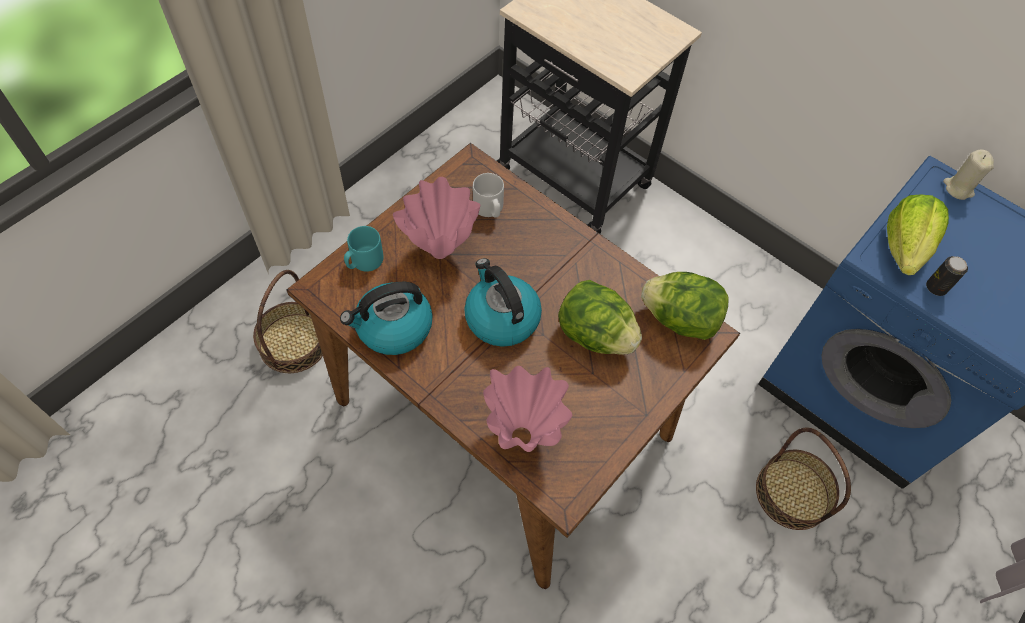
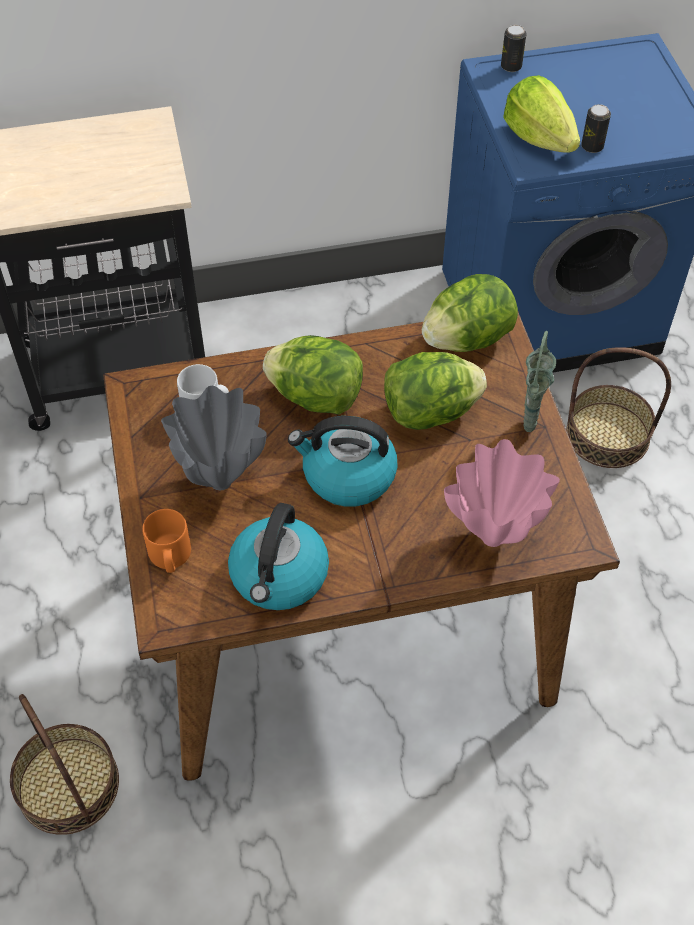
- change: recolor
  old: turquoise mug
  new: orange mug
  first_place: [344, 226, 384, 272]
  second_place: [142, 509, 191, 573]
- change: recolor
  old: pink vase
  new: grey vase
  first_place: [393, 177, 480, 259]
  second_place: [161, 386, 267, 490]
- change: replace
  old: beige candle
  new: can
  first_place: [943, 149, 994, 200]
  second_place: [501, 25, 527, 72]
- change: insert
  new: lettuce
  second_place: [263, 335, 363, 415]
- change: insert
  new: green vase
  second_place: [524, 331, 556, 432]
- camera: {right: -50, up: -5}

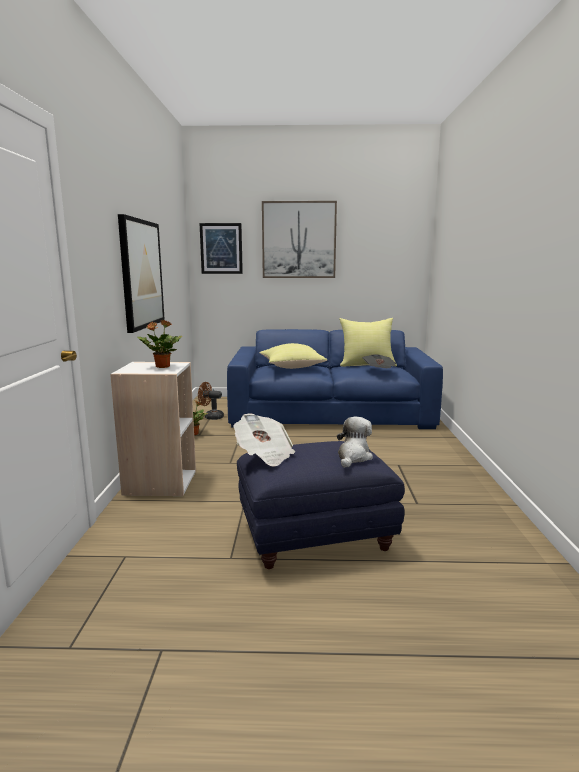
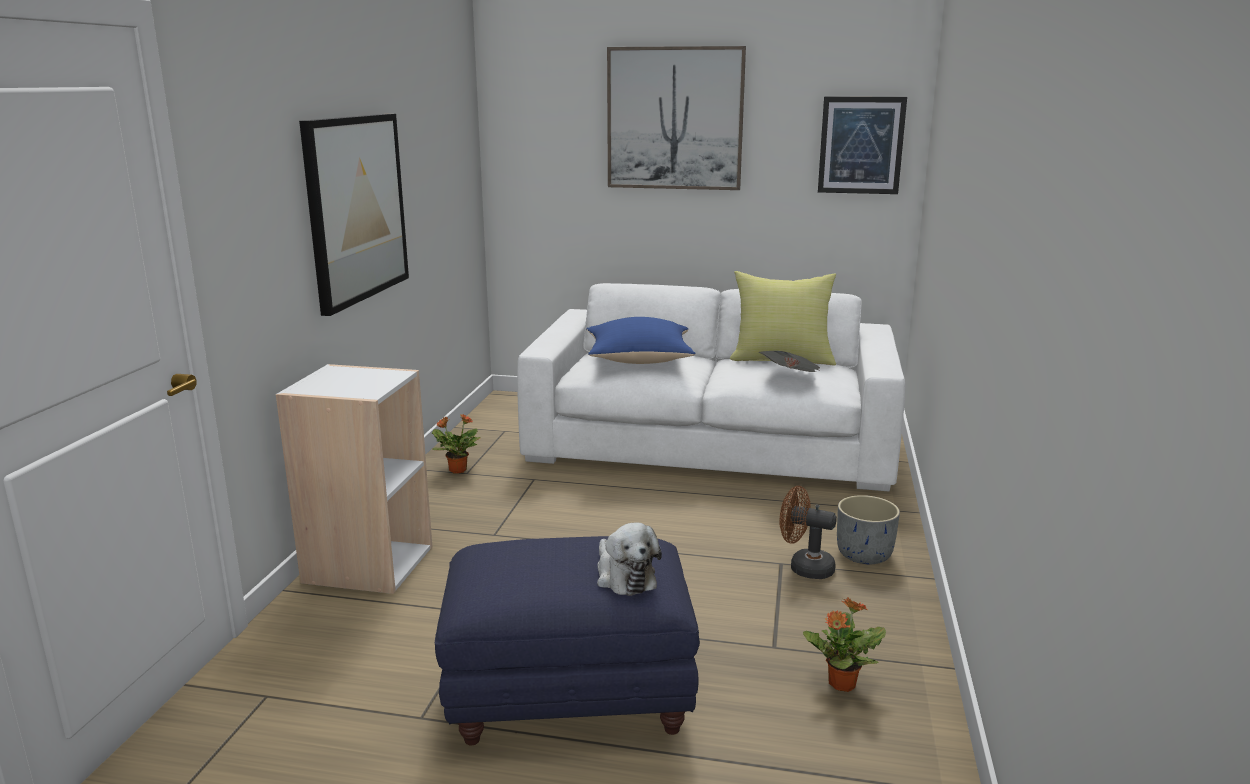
- change: move
  old: potted plant
  first_place: [138, 320, 182, 368]
  second_place: [803, 598, 886, 692]
- change: move
  old: brown fan
  first_place: [198, 382, 224, 420]
  second_place: [779, 486, 837, 579]
- change: move
  old: picture
  first_place: [200, 223, 243, 274]
  second_place: [818, 96, 907, 194]
- change: recolor
  old: blue sofa
  new: white sofa
  first_place: [227, 329, 443, 429]
  second_place: [517, 283, 905, 491]
- change: delete
  old: newspaper
  first_place: [233, 413, 295, 467]
- change: recolor
  old: yellow pillow
  new: blue pillow
  first_place: [259, 343, 328, 369]
  second_place: [586, 317, 696, 364]
- change: rotate
  old: plush toy
  first_place: [337, 417, 373, 468]
  second_place: [597, 523, 662, 596]
  degrees: 120
- change: insert
  new: grey planter
  second_place: [837, 495, 900, 564]
- camera: {right: 10, up: 5}

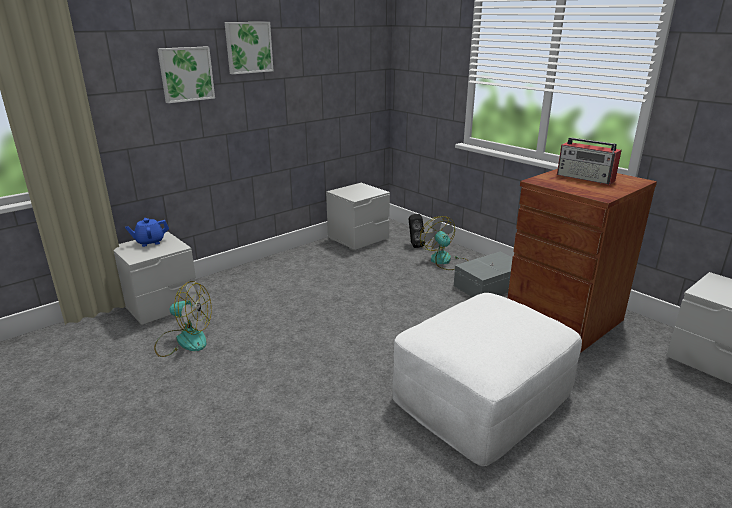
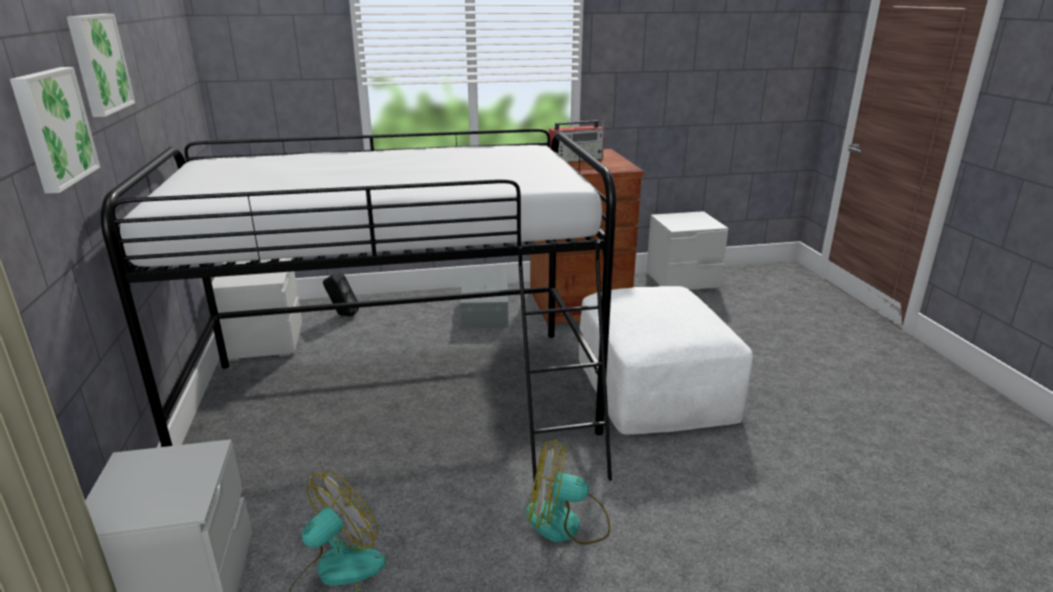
- change: delete
  old: blue teapot
  first_place: [125, 218, 169, 247]
- change: move
  old: fan
  first_place: [420, 216, 468, 270]
  second_place: [526, 439, 610, 544]
- change: insert
  new: black bed
  second_place: [101, 129, 616, 491]
- camera: {right: -60, up: 0}

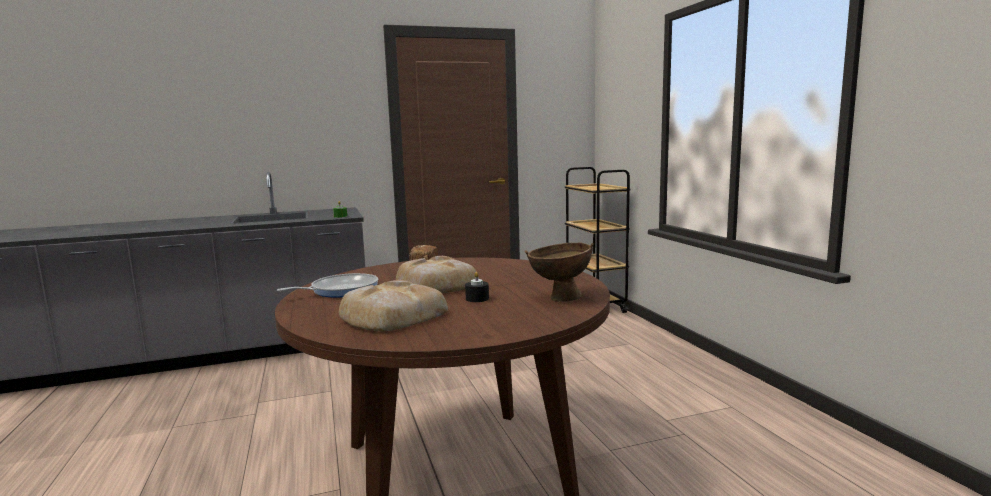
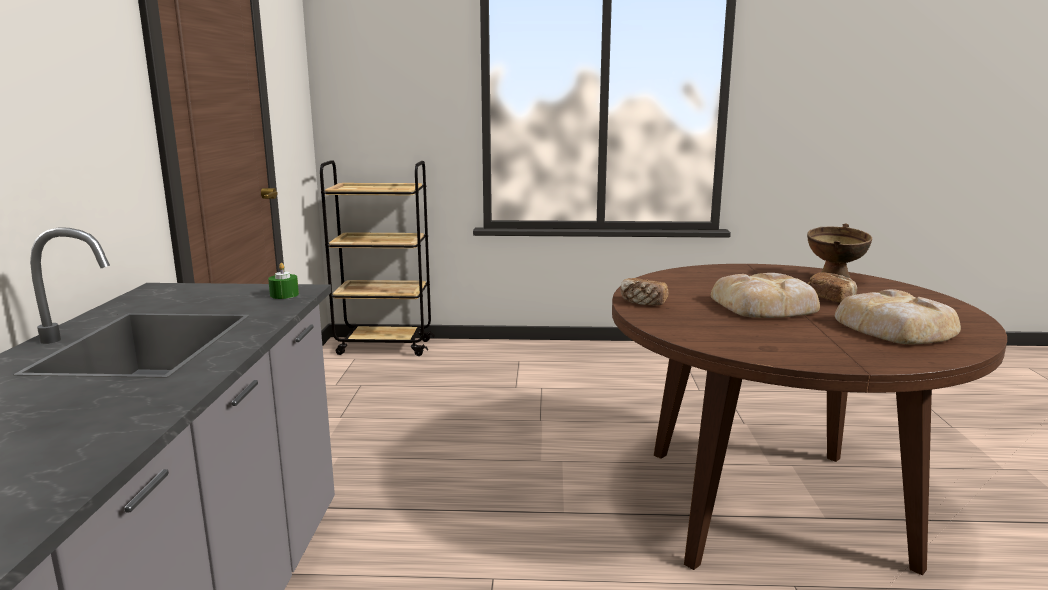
- change: delete
  old: frying pan
  first_place: [277, 273, 378, 298]
- change: replace
  old: black candle
  new: bread
  first_place: [465, 272, 489, 302]
  second_place: [808, 272, 857, 303]
- camera: {right: -70, up: 5}

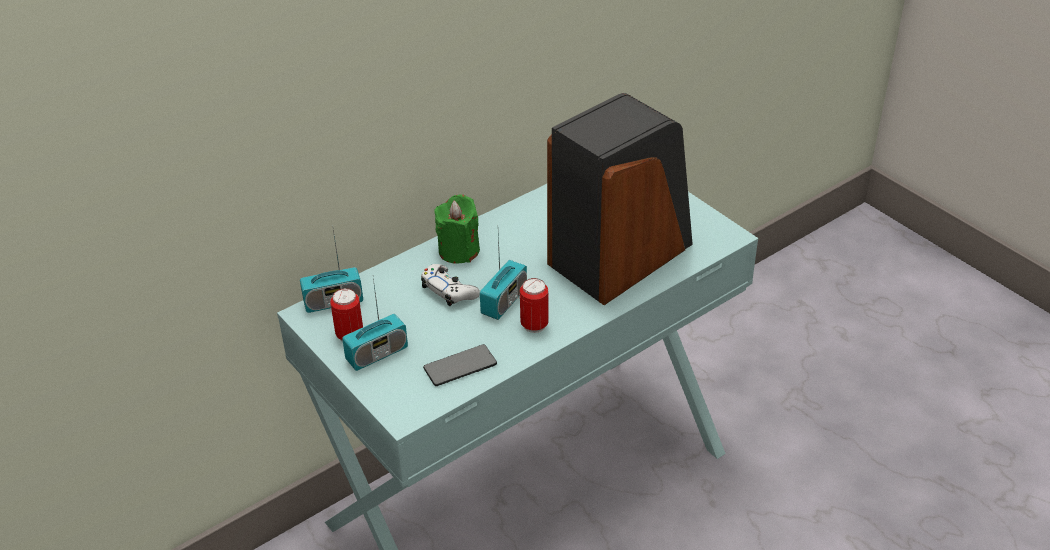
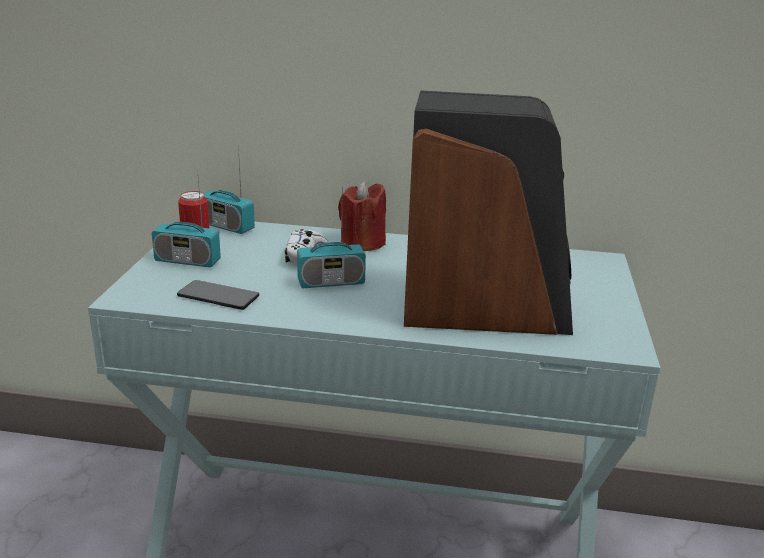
- change: recolor
  old: green candle
  new: red candle
  first_place: [434, 195, 480, 264]
  second_place: [338, 181, 386, 251]
- change: delete
  old: can
  first_place: [520, 278, 549, 333]
- camera: {right: 45, up: -15}

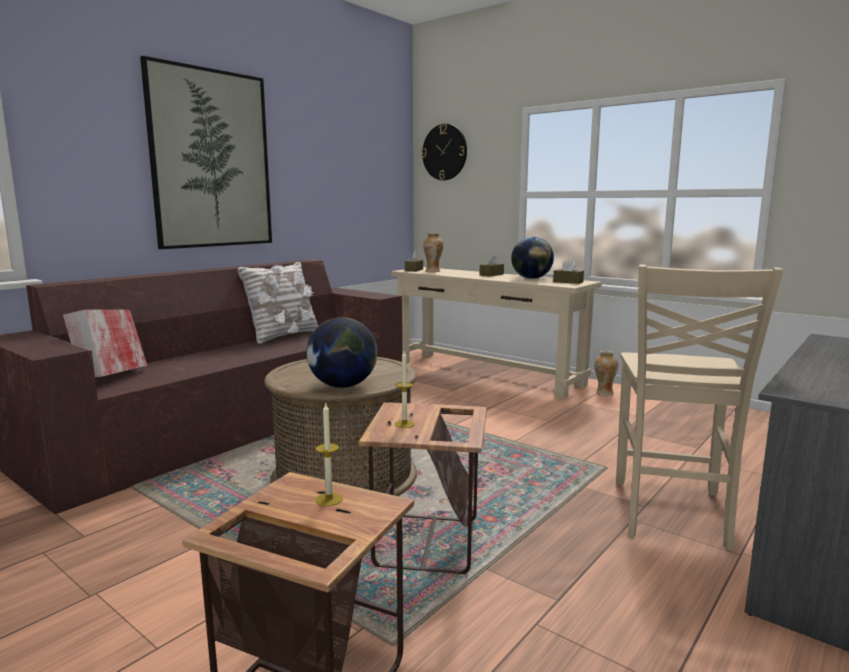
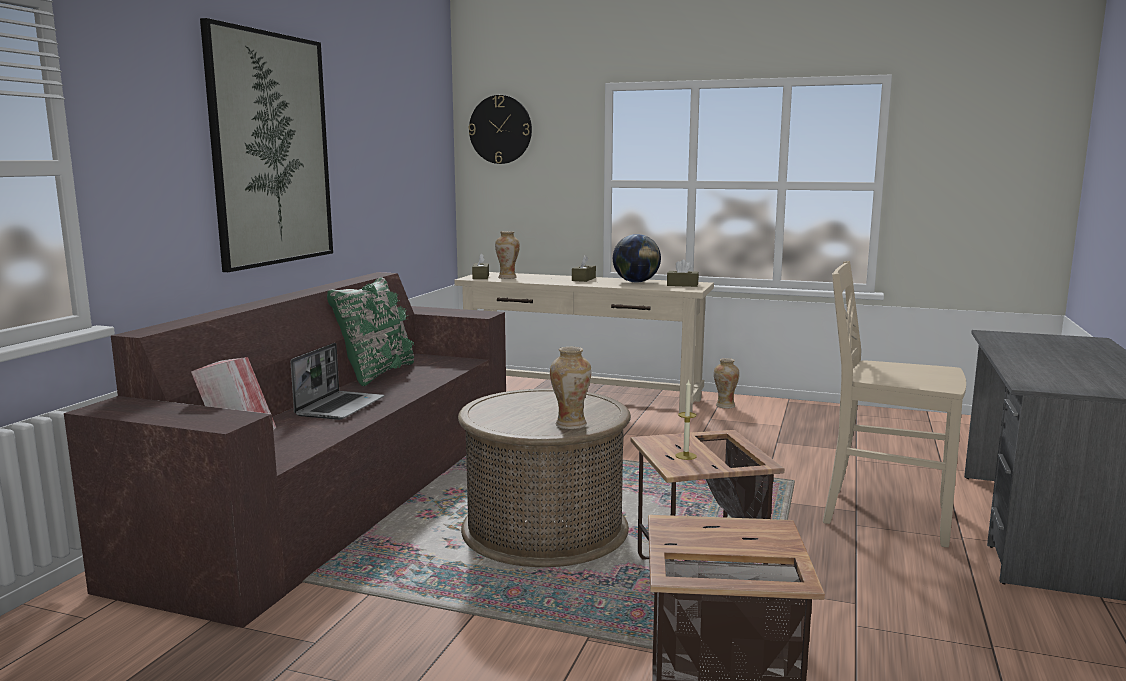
- change: recolor
  old: white pillow
  new: green pillow
  first_place: [238, 262, 318, 344]
  second_place: [327, 277, 414, 386]
- change: replace
  old: globe
  new: vase
  first_place: [306, 317, 377, 388]
  second_place: [550, 347, 592, 429]
- change: delete
  old: candle
  first_place: [316, 403, 343, 506]
- change: rotate
  old: beige chair
  first_place: [616, 265, 783, 551]
  second_place: [823, 261, 966, 548]
  degrees: 120
- change: insert
  new: laptop
  second_place: [291, 343, 384, 420]
- camera: {right: -20, up: 0}

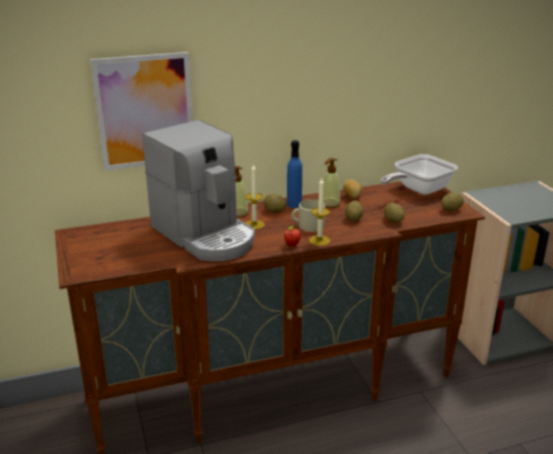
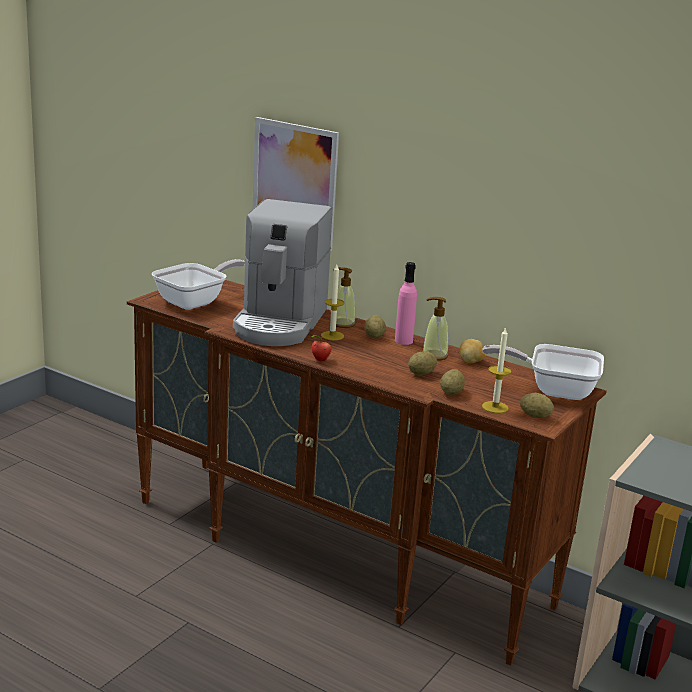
- change: recolor
  old: blue bottle
  new: pink bottle
  first_place: [287, 140, 302, 208]
  second_place: [395, 262, 417, 345]
- change: delete
  old: beige mug
  first_place: [291, 199, 325, 232]
- change: move
  old: candle
  first_place: [309, 178, 330, 246]
  second_place: [482, 327, 512, 413]
- change: insert
  new: frying pan
  second_place: [152, 259, 245, 310]
- camera: {right: 50, up: -5}

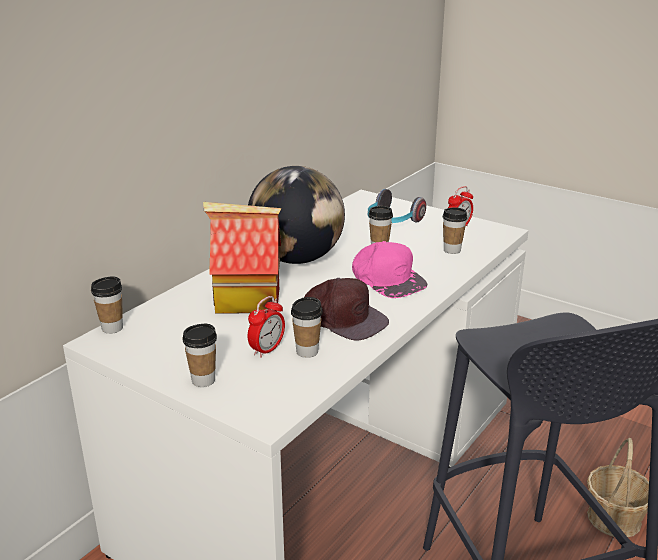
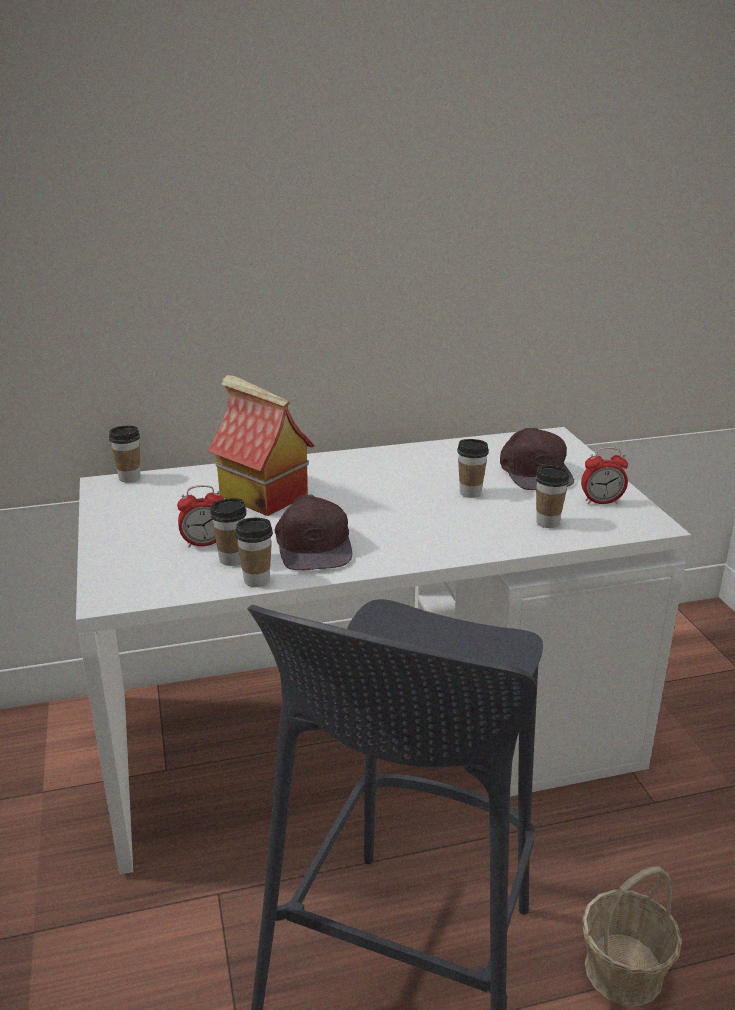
- change: move
  old: cup
  first_place: [182, 324, 217, 387]
  second_place: [235, 518, 273, 587]
- change: delete
  old: globe
  first_place: [248, 166, 345, 264]
- change: delete
  old: pink cap
  first_place: [352, 241, 428, 298]
- change: replace
  old: headphones
  new: brown cap
  first_place: [368, 189, 426, 223]
  second_place: [500, 427, 574, 490]
- camera: {right: 40, up: 0}

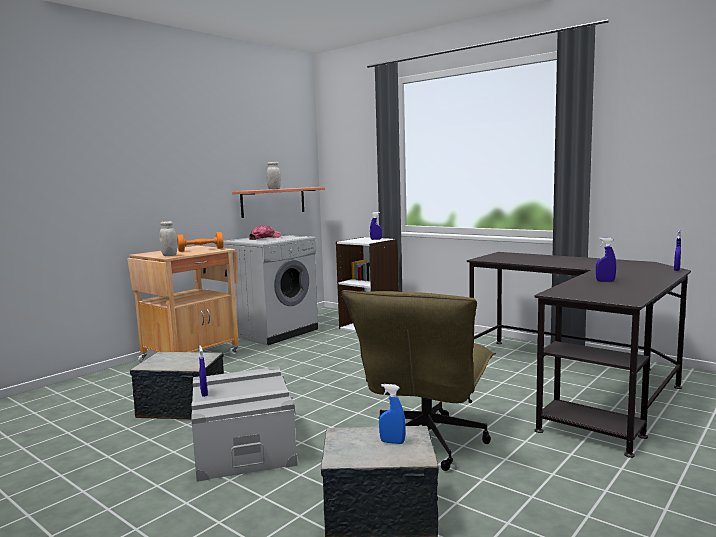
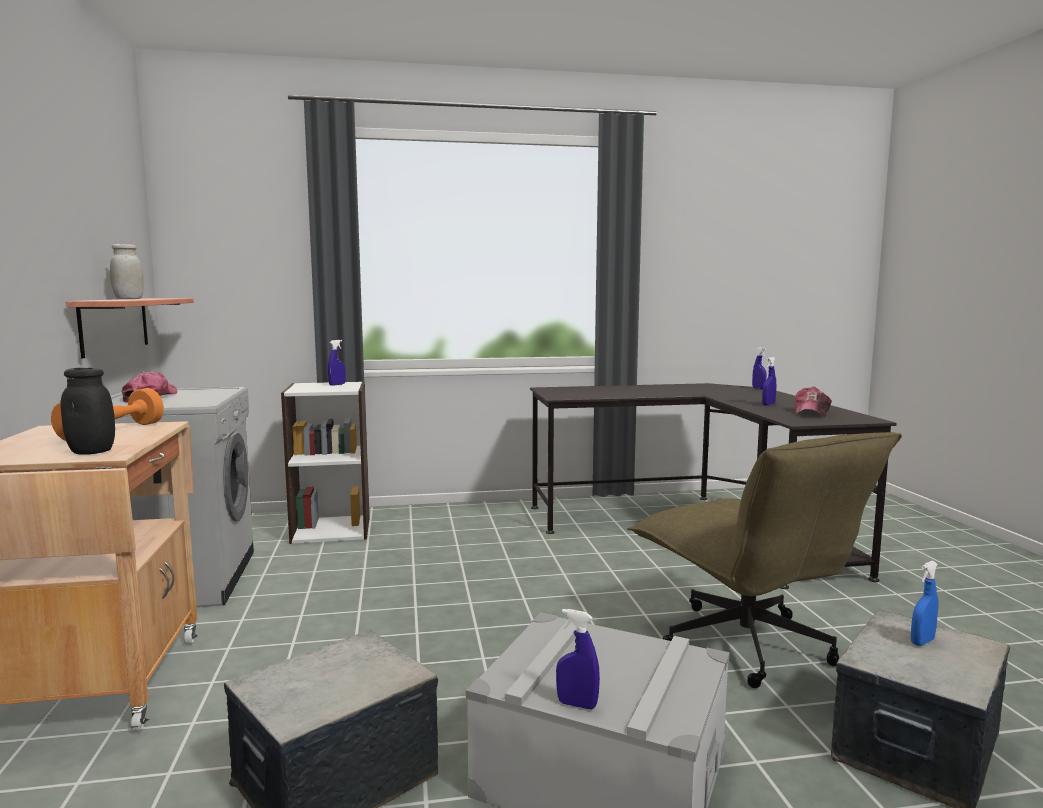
- change: recolor
  old: white jar
  new: black jar
  first_place: [159, 221, 178, 256]
  second_place: [61, 368, 115, 455]
- change: insert
  new: cap
  second_place: [795, 387, 832, 417]
- camera: {right: -50, up: 0}

